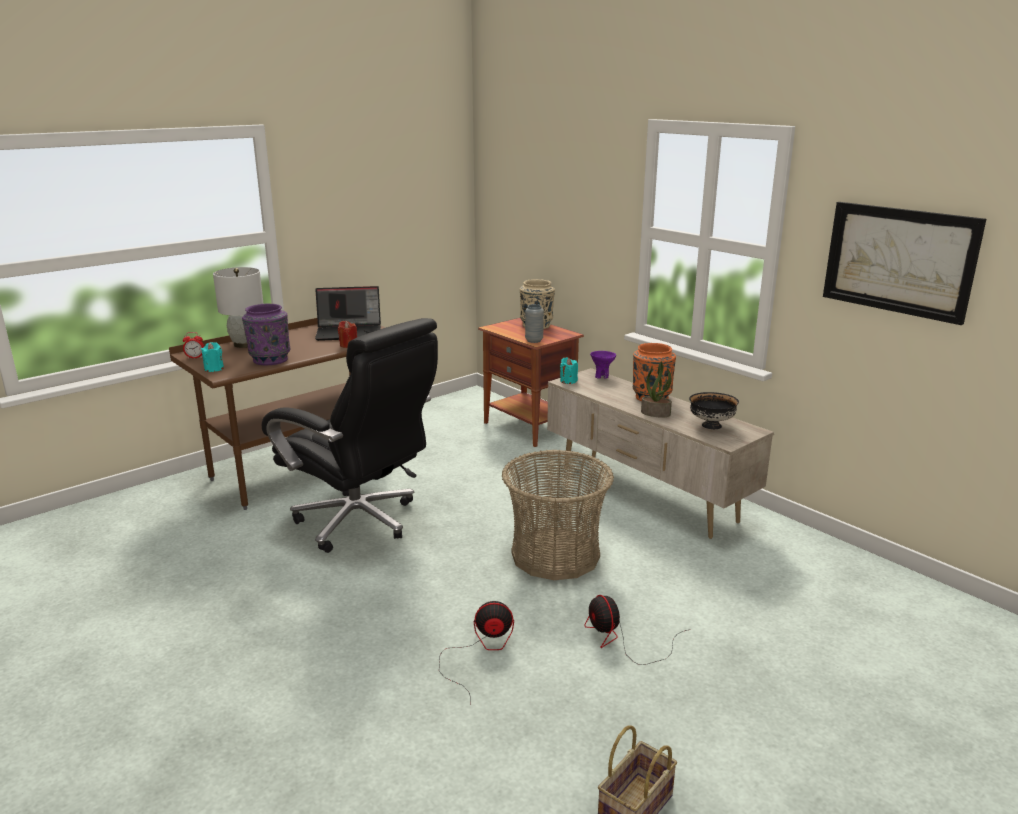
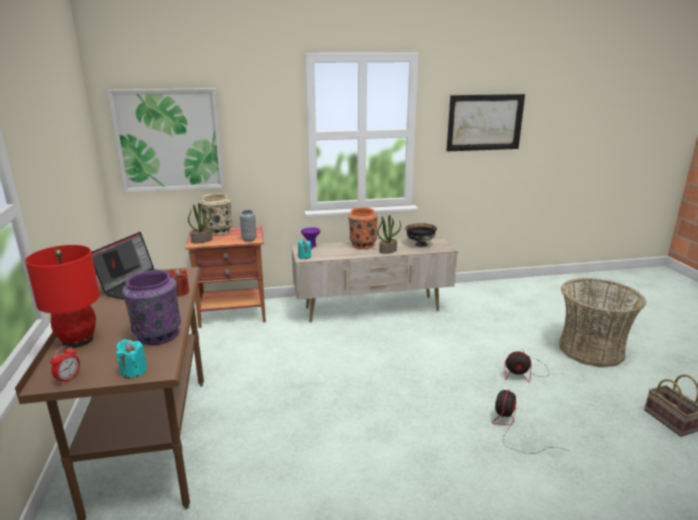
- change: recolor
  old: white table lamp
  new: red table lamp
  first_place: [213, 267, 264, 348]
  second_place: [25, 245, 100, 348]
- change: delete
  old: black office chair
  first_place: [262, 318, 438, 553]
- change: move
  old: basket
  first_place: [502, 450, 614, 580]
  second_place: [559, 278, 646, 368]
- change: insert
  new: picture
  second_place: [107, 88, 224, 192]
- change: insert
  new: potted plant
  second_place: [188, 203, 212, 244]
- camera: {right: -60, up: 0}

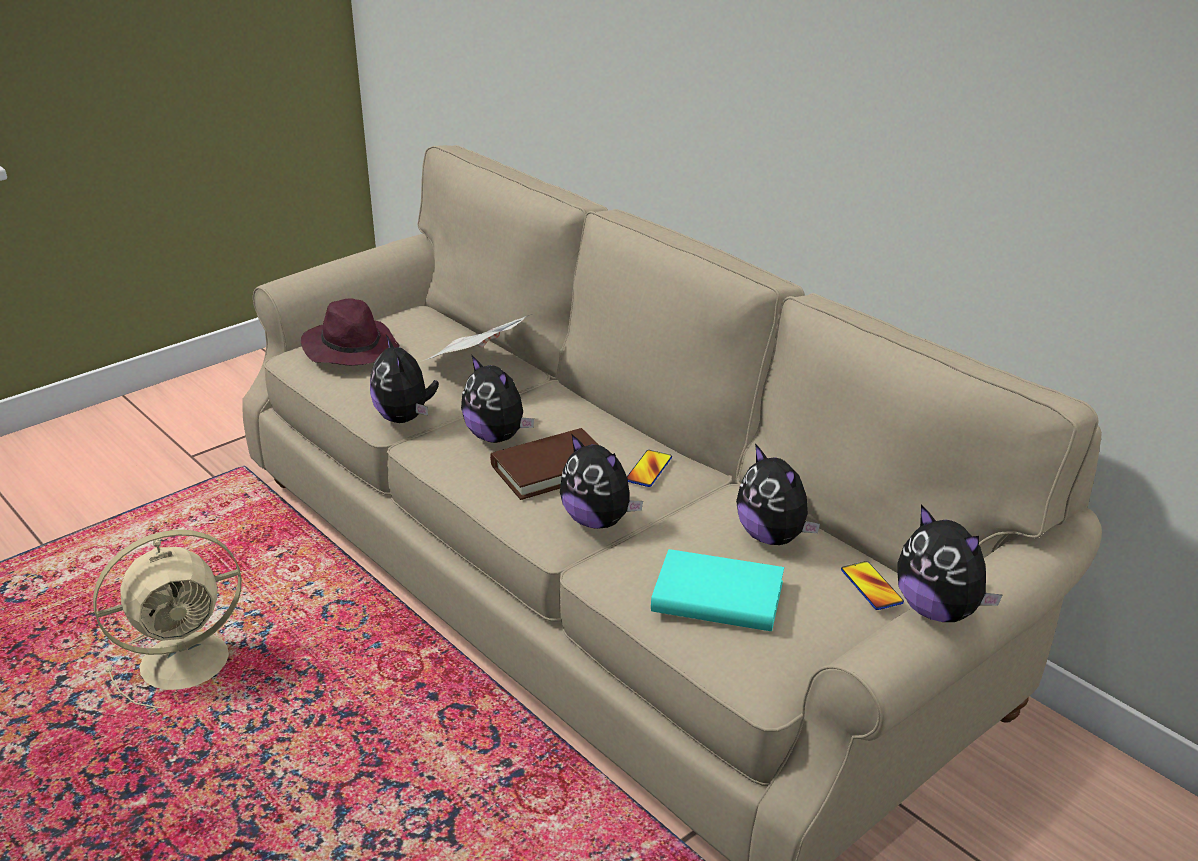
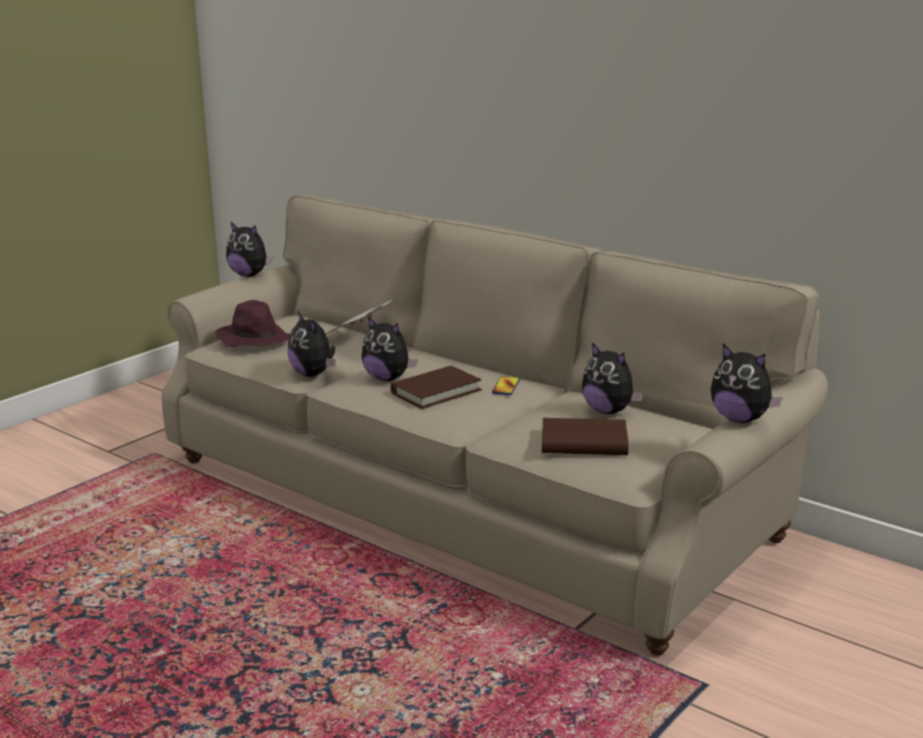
- change: delete
  old: beige fan
  first_place: [93, 530, 242, 708]
- change: move
  old: plush toy
  first_place: [560, 434, 643, 529]
  second_place: [226, 221, 274, 277]
- change: recolor
  old: turquoise book
  new: brown book
  first_place: [651, 549, 784, 631]
  second_place: [542, 418, 629, 455]
- change: delete
  old: phone
  first_place: [841, 561, 904, 610]
- camera: {right: -10, up: -10}

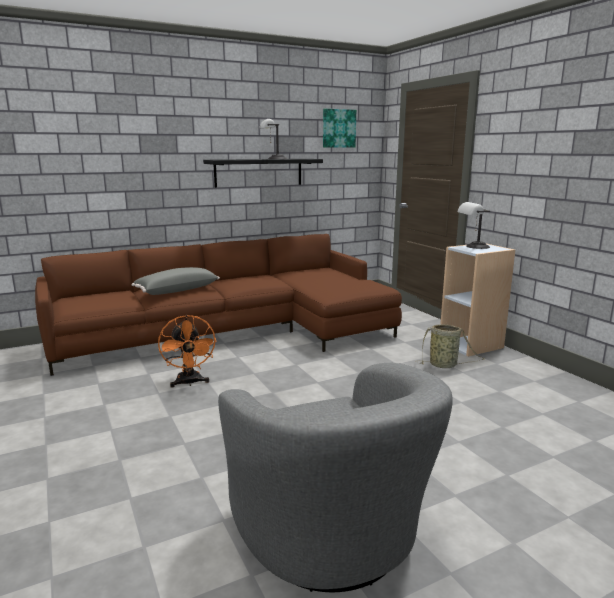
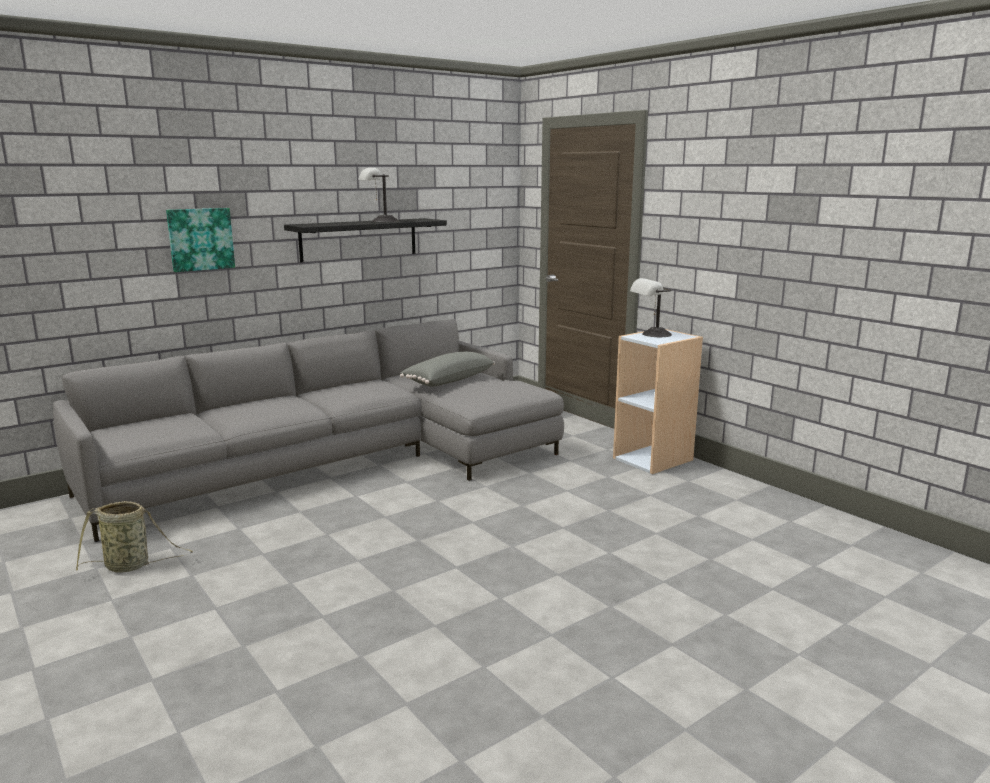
- change: recolor
  old: brown sofa
  new: grey sofa
  first_place: [35, 234, 402, 376]
  second_place: [53, 319, 564, 542]
- change: move
  old: grey pillow
  first_place: [131, 267, 220, 295]
  second_place: [400, 352, 495, 387]
- change: delete
  old: orange fan
  first_place: [158, 315, 217, 388]
- change: delete
  old: grey armchair
  first_place: [218, 363, 453, 592]
- change: move
  old: picture
  first_place: [323, 109, 356, 148]
  second_place: [166, 208, 235, 272]
- change: move
  old: basket
  first_place: [415, 324, 484, 368]
  second_place: [76, 501, 193, 573]
- camera: {right: -10, up: 0}

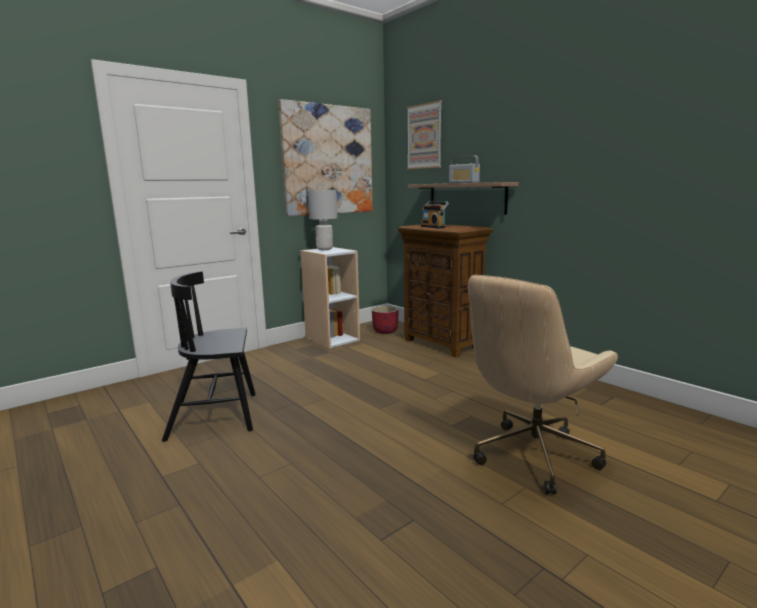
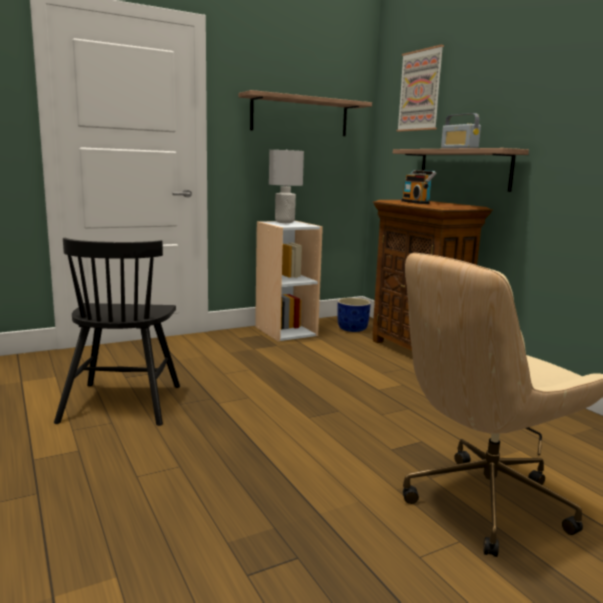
- change: rotate
  old: black chair
  first_place: [162, 272, 256, 442]
  second_place: [54, 237, 180, 426]
  degrees: -90
- change: replace
  old: picture
  new: shelf
  first_place: [278, 99, 373, 216]
  second_place: [238, 90, 372, 136]
- change: recolor
  old: red planter
  new: blue planter
  first_place: [372, 306, 399, 334]
  second_place: [337, 298, 371, 332]
- camera: {right: 10, up: 0}

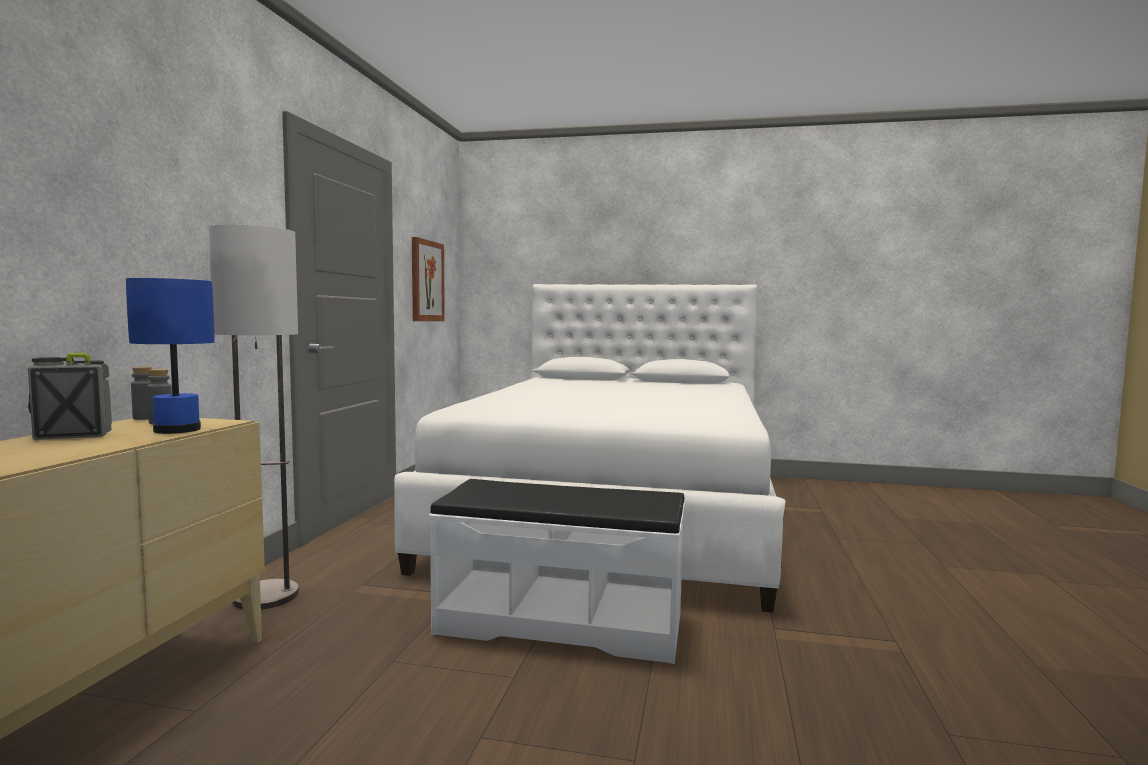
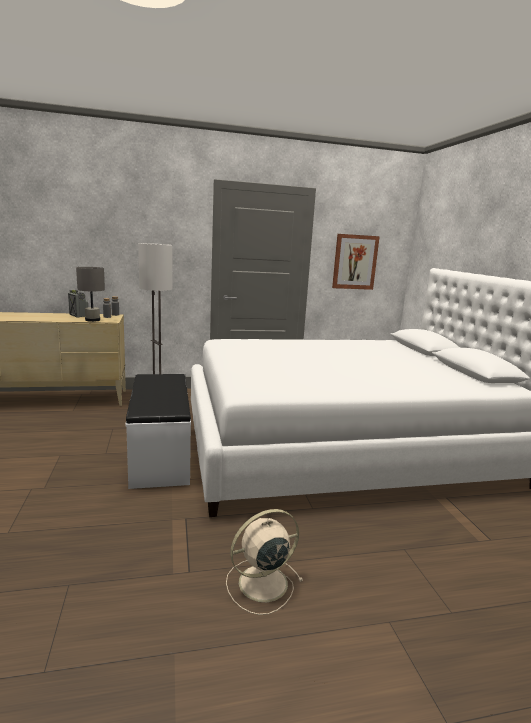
- change: recolor
  old: blue table lamp
  new: grey table lamp
  first_place: [126, 278, 215, 434]
  second_place: [76, 267, 105, 322]
- change: insert
  new: beige fan
  second_place: [226, 509, 303, 615]
- camera: {right: 65, up: 10}

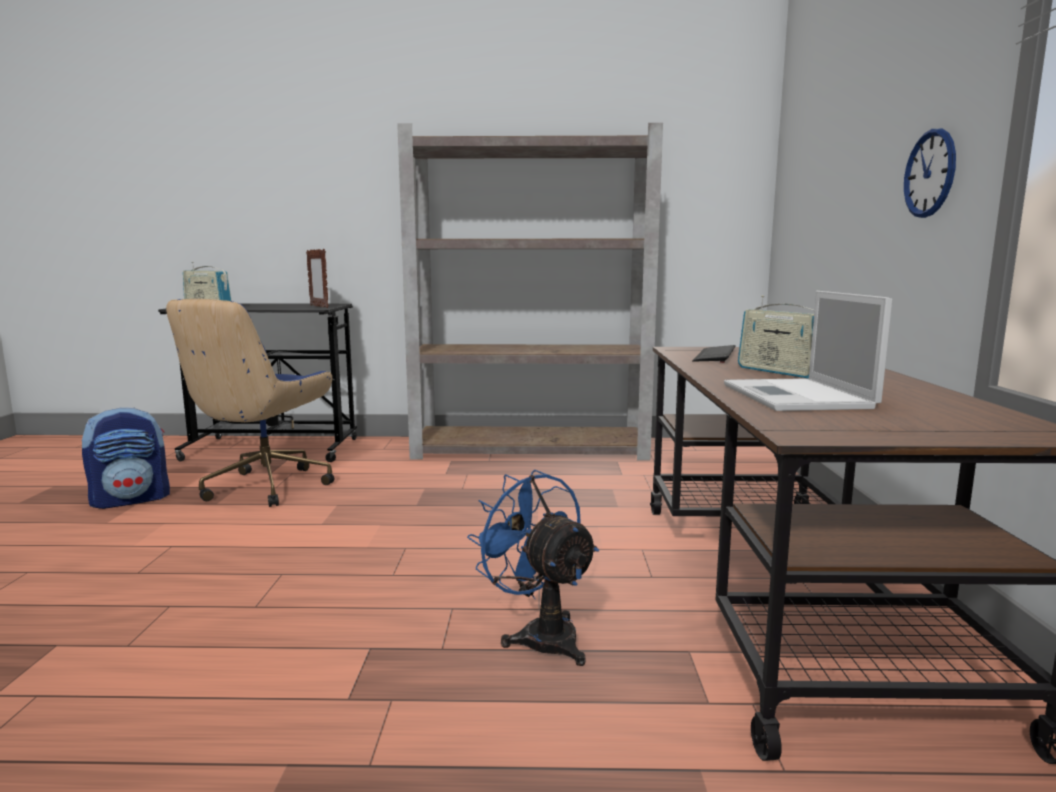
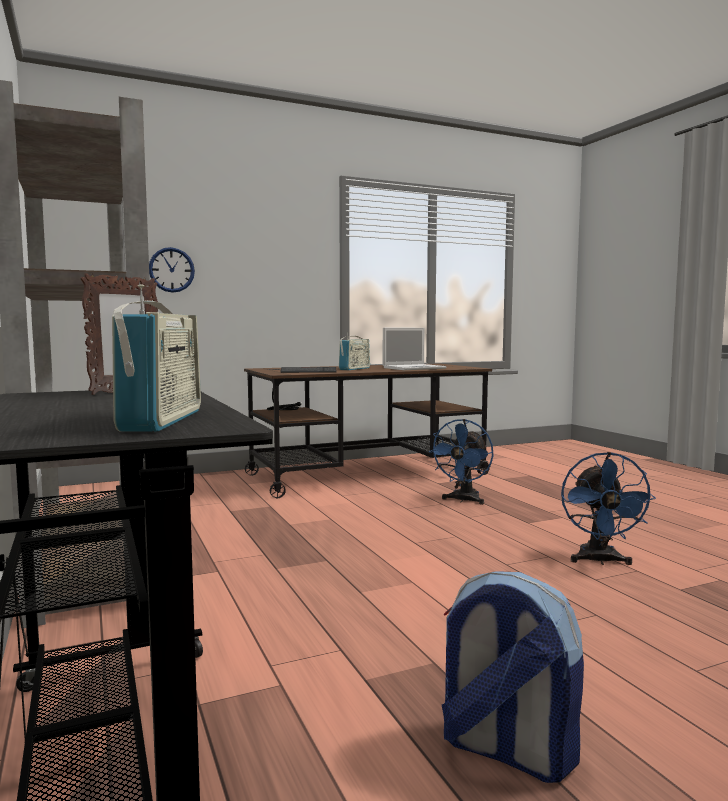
- change: delete
  old: blue office chair
  first_place: [166, 299, 334, 507]
- change: move
  old: wall clock
  first_place: [904, 129, 956, 218]
  second_place: [149, 247, 195, 293]
- change: insert
  new: blue fan
  second_place: [561, 452, 656, 565]
- camera: {right: -115, up: -5}

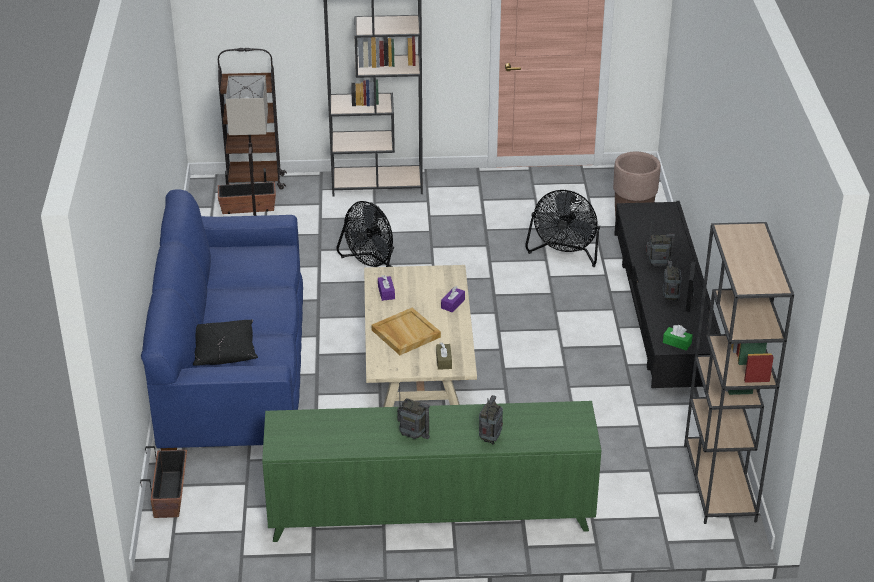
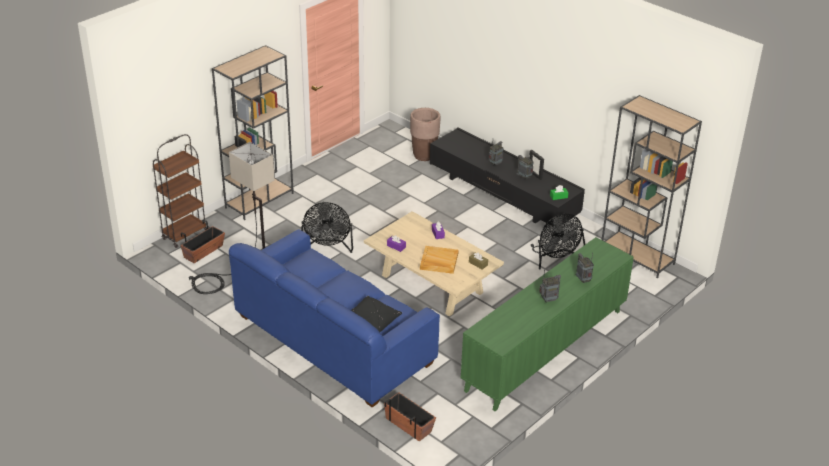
- change: move
  old: black fan
  first_place: [525, 190, 600, 267]
  second_place: [531, 214, 585, 269]
- camera: {right: -45, up: 0}

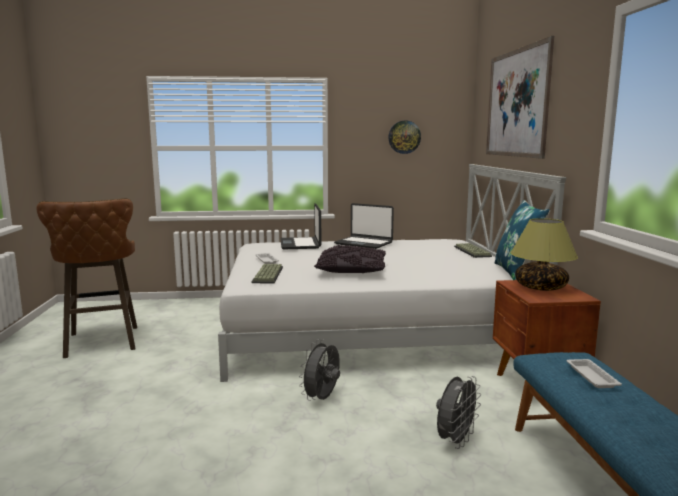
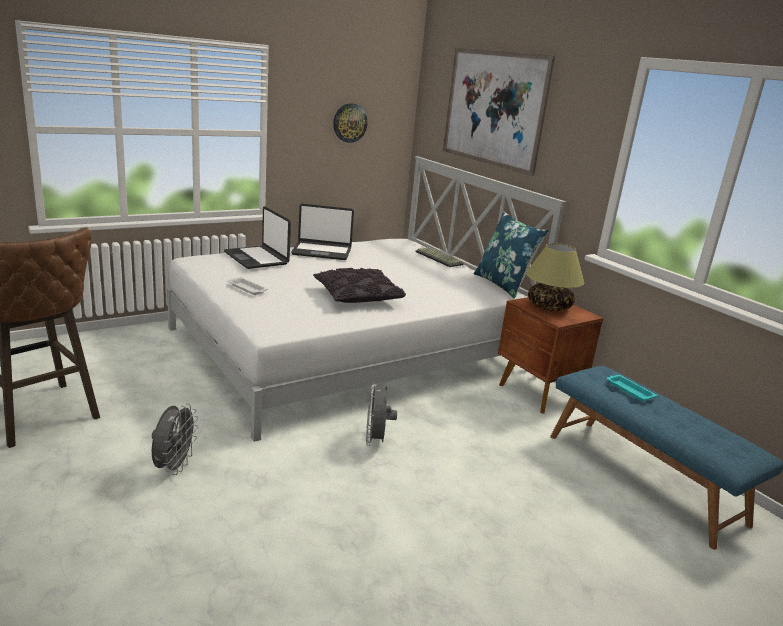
- change: delete
  old: keyboard
  first_place: [252, 264, 283, 283]
- change: move
  old: grey fan
  first_place: [436, 376, 481, 449]
  second_place: [152, 403, 199, 475]
- change: recolor
  old: white tray
  new: turquoise tray
  first_place: [566, 359, 622, 388]
  second_place: [606, 375, 658, 401]
- camera: {right: -30, up: 10}

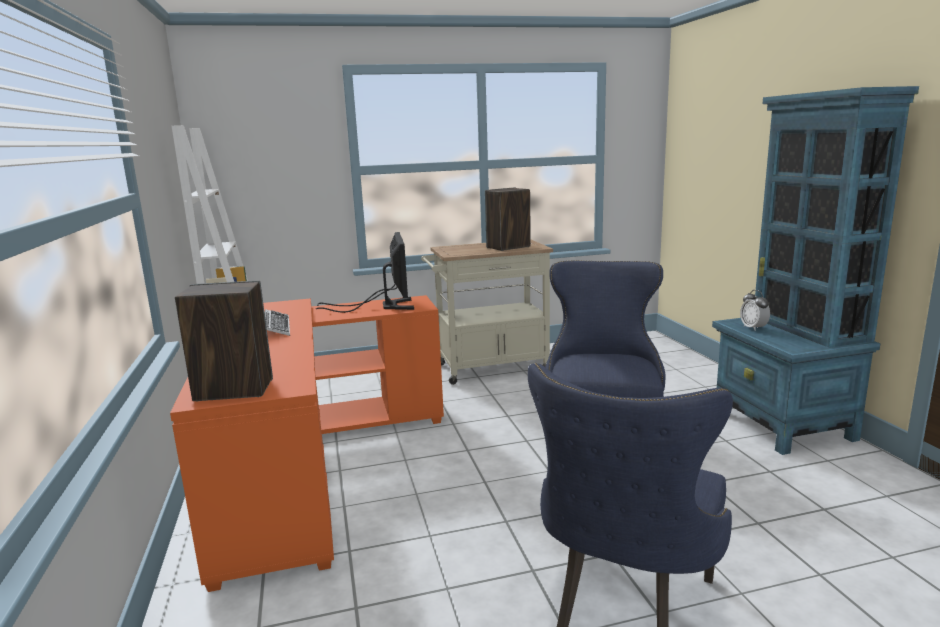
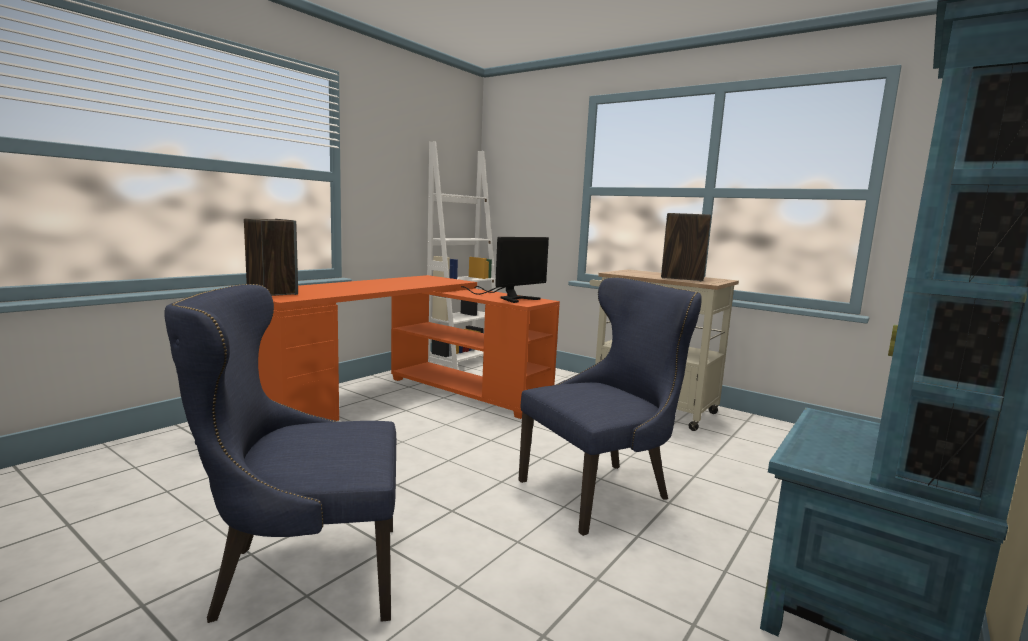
- change: delete
  old: keyboard
  first_place: [265, 309, 290, 336]
- change: delete
  old: alarm clock
  first_place: [740, 290, 770, 330]
- camera: {right: 50, up: -5}

